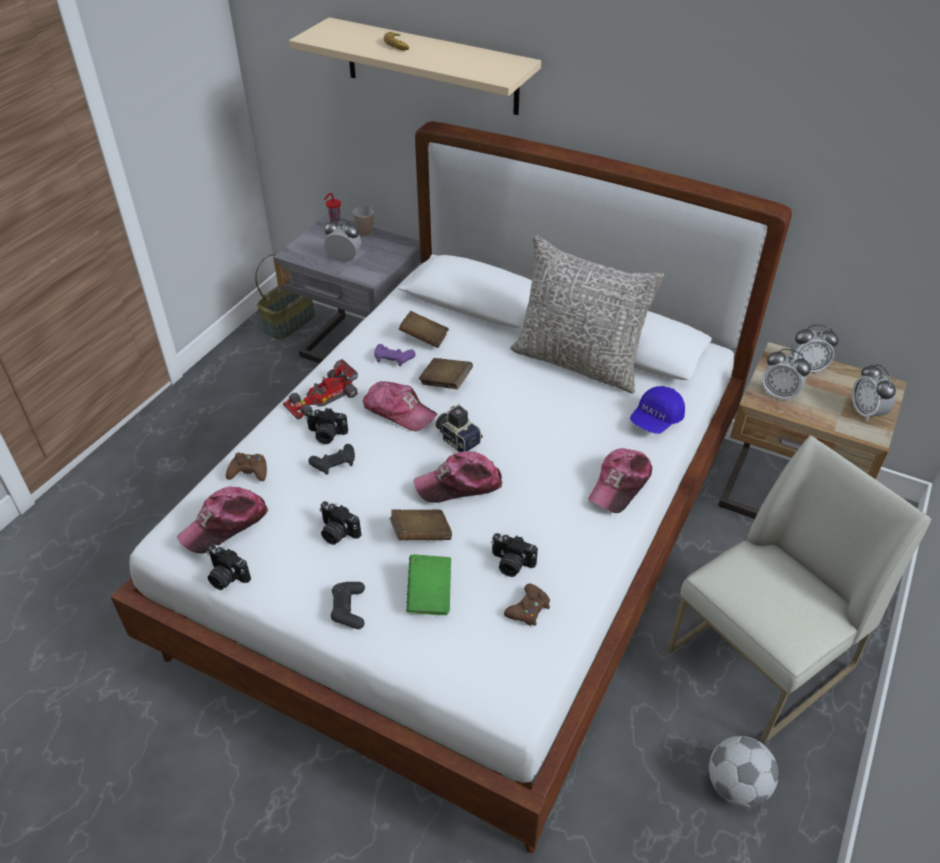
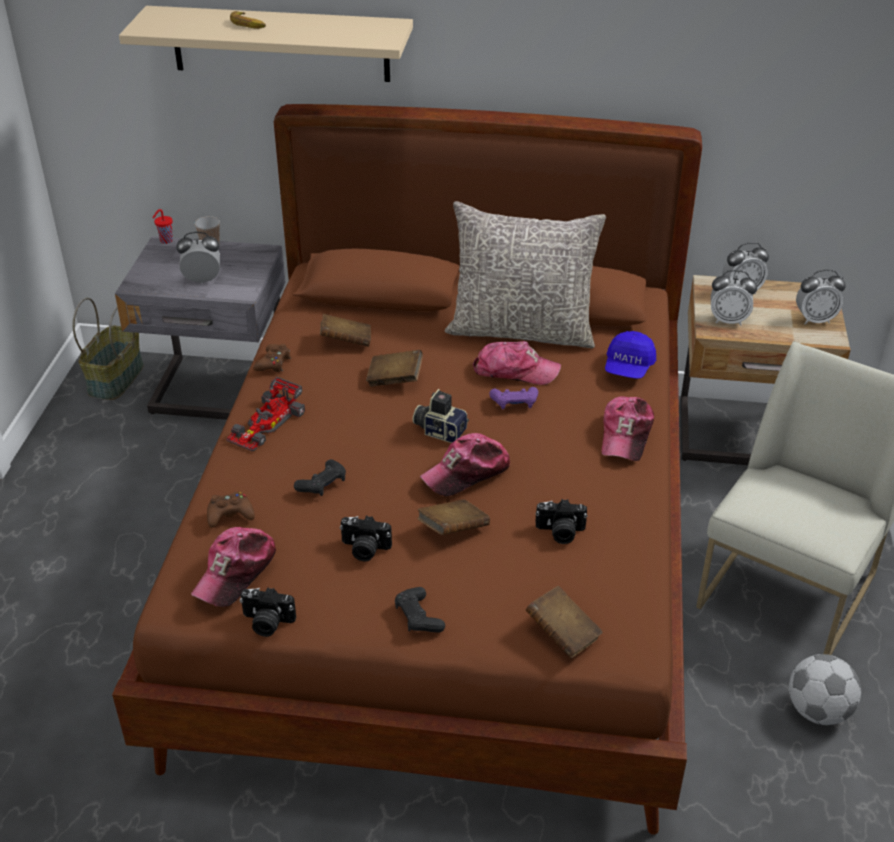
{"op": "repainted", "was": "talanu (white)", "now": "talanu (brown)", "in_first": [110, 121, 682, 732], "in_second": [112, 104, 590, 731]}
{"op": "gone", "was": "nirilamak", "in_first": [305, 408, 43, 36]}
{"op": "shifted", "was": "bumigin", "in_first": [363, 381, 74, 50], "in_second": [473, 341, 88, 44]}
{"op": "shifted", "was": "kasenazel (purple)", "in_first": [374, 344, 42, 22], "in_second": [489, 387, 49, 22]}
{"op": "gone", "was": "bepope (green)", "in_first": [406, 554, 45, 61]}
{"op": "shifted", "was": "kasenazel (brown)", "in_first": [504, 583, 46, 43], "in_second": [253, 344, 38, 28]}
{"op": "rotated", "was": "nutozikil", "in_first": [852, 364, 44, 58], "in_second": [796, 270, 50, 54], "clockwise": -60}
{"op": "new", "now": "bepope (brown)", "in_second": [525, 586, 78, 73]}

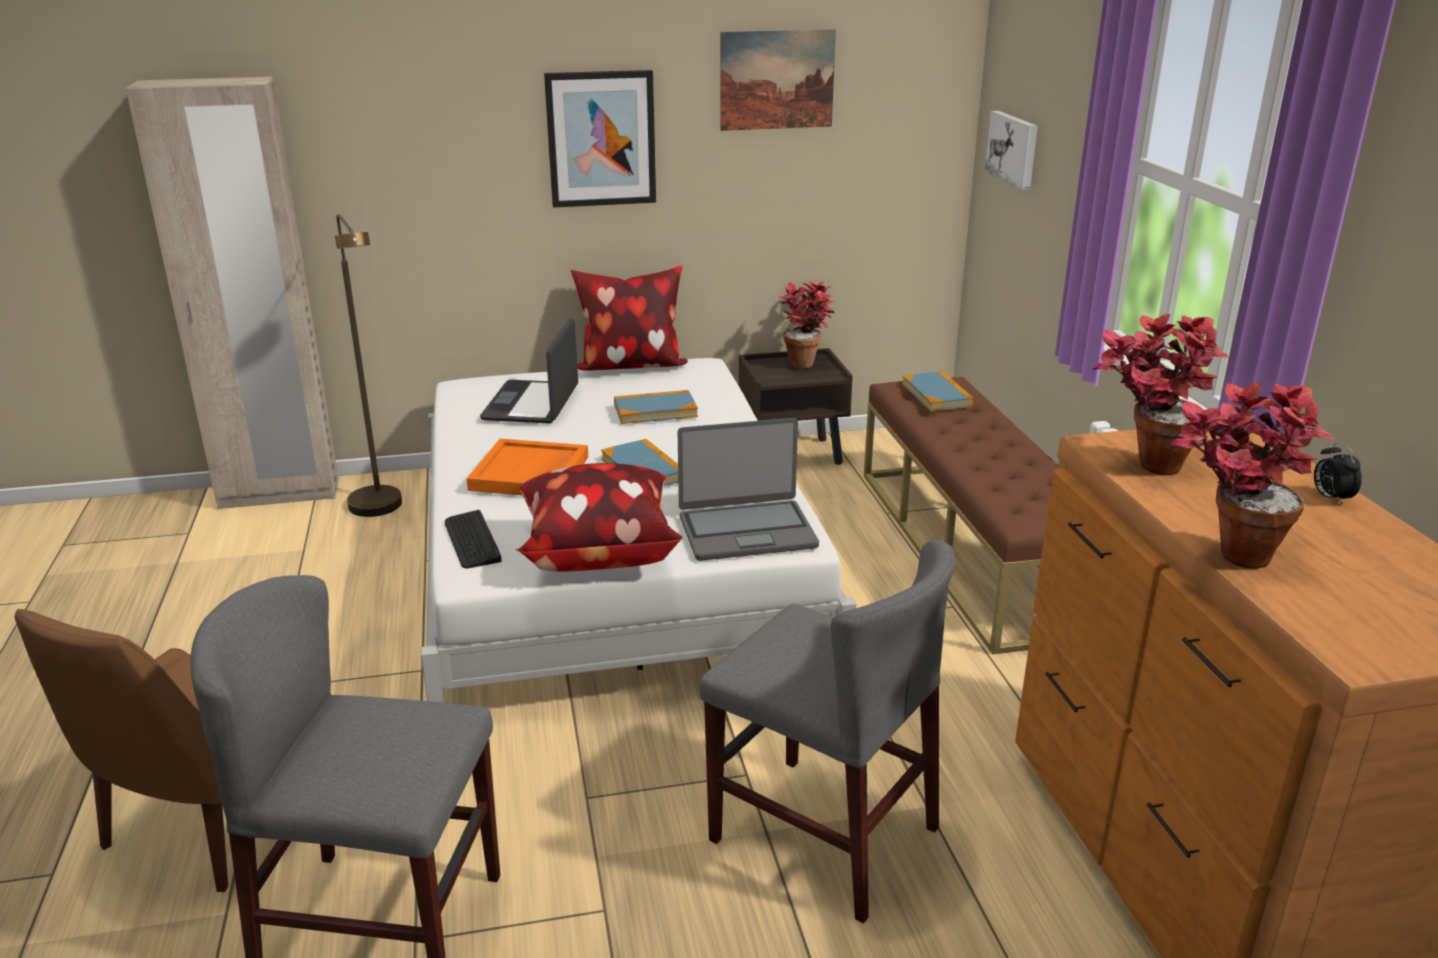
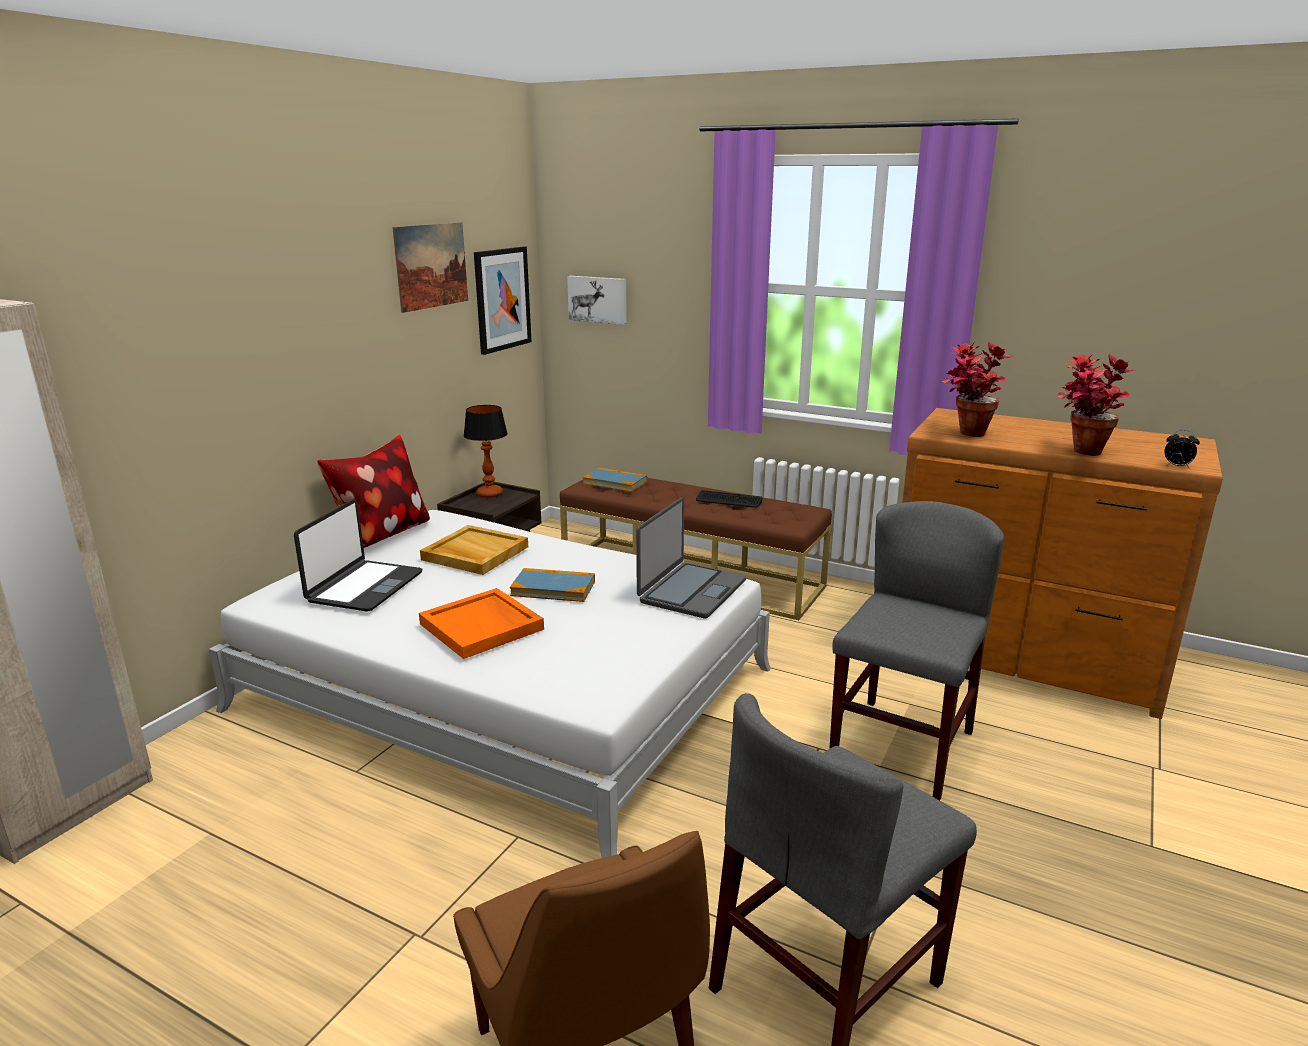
{"op": "gone", "was": "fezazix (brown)", "in_first": [335, 214, 67, 303]}
{"op": "shifted", "was": "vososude", "in_first": [445, 510, 57, 59], "in_second": [696, 490, 66, 18]}
{"op": "rotated", "was": "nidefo", "in_first": [480, 318, 98, 106], "in_second": [294, 499, 128, 112], "clockwise": -120}
{"op": "gone", "was": "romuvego", "in_first": [516, 463, 167, 109]}
{"op": "shifted", "was": "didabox", "in_first": [544, 70, 112, 138], "in_second": [474, 246, 58, 109]}
{"op": "swapped", "was": "bepope", "now": "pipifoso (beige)", "in_first": [614, 390, 84, 34], "in_second": [420, 525, 108, 50]}
{"op": "rotated", "was": "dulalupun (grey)", "in_first": [700, 540, 255, 384], "in_second": [829, 501, 175, 299], "clockwise": -45}
{"op": "swapped", "was": "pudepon", "now": "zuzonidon", "in_first": [778, 281, 56, 88], "in_second": [464, 405, 44, 93]}
{"op": "shifted", "was": "nutozikil", "in_first": [1314, 441, 48, 65], "in_second": [1165, 430, 35, 38]}

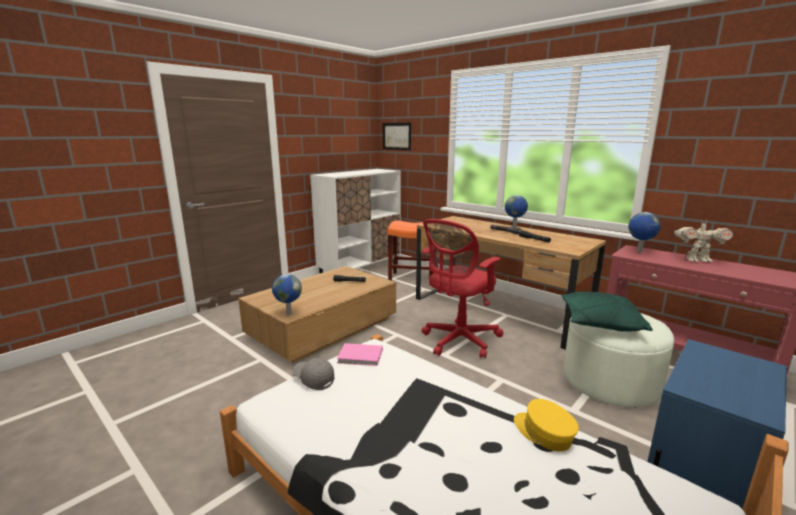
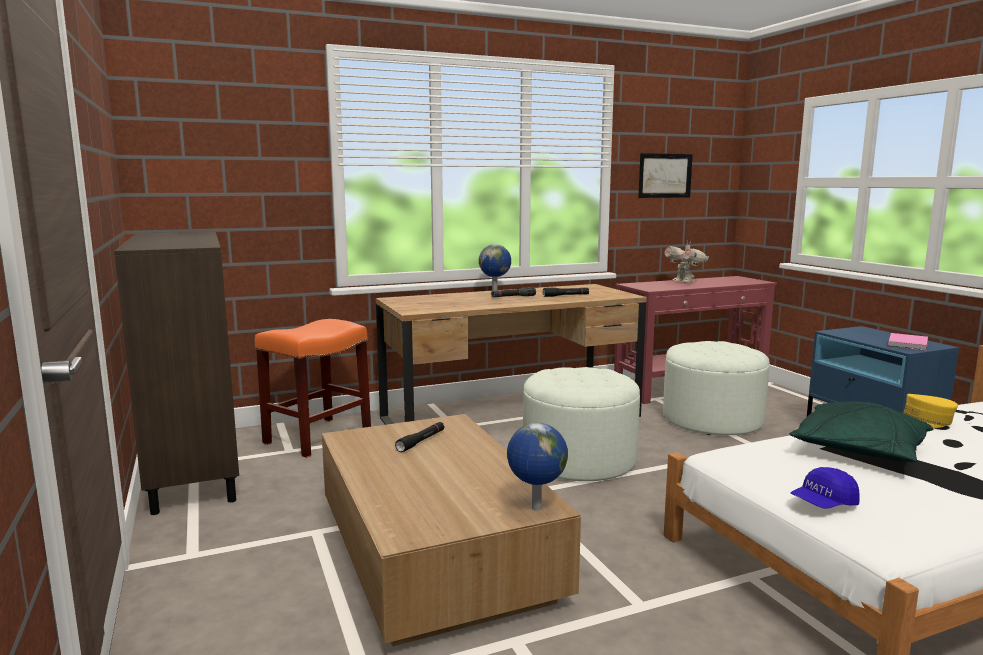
{"op": "repainted", "was": "bumigin (grey)", "now": "bumigin (blue)", "in_first": [292, 358, 42, 32], "in_second": [790, 467, 70, 42]}
{"op": "repainted", "was": "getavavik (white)", "now": "getavavik (brown)", "in_first": [310, 169, 91, 105], "in_second": [114, 232, 125, 283]}
{"op": "shifted", "was": "bepope (pink)", "in_first": [337, 343, 46, 23], "in_second": [888, 333, 40, 18]}
{"op": "shifted", "was": "didabox", "in_first": [383, 123, 28, 28], "in_second": [638, 153, 55, 45]}
{"op": "swapped", "was": "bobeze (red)", "now": "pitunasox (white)", "in_first": [421, 219, 83, 139], "in_second": [523, 367, 117, 114]}
{"op": "shifted", "was": "romuvego (green)", "in_first": [561, 292, 92, 40], "in_second": [789, 401, 145, 61]}
{"op": "gone", "was": "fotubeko", "in_first": [628, 212, 33, 41]}
{"op": "rotated", "was": "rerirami", "in_first": [674, 219, 59, 43], "in_second": [665, 241, 44, 42], "clockwise": 120}

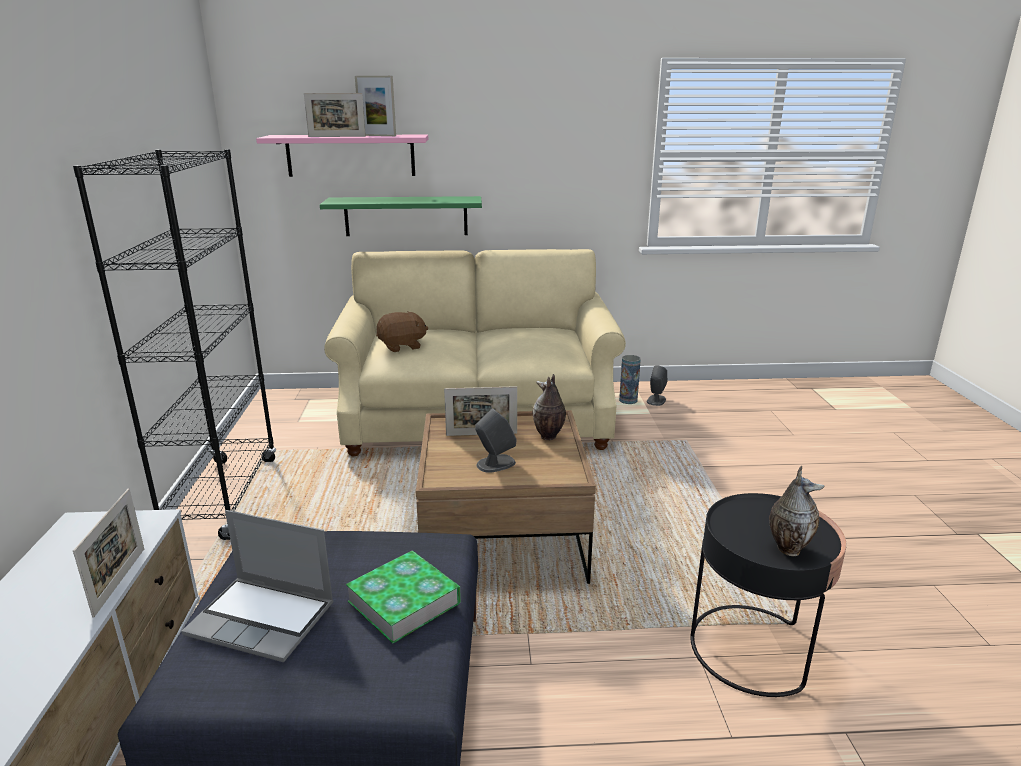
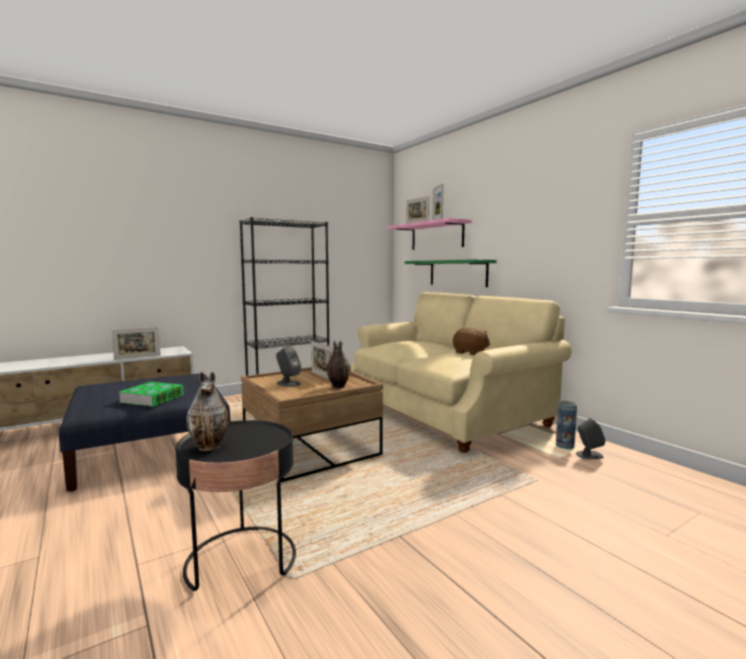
{"op": "gone", "was": "nidefo", "in_first": [182, 510, 152, 152]}
{"op": "shifted", "was": "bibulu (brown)", "in_first": [376, 311, 52, 41], "in_second": [453, 328, 37, 27]}

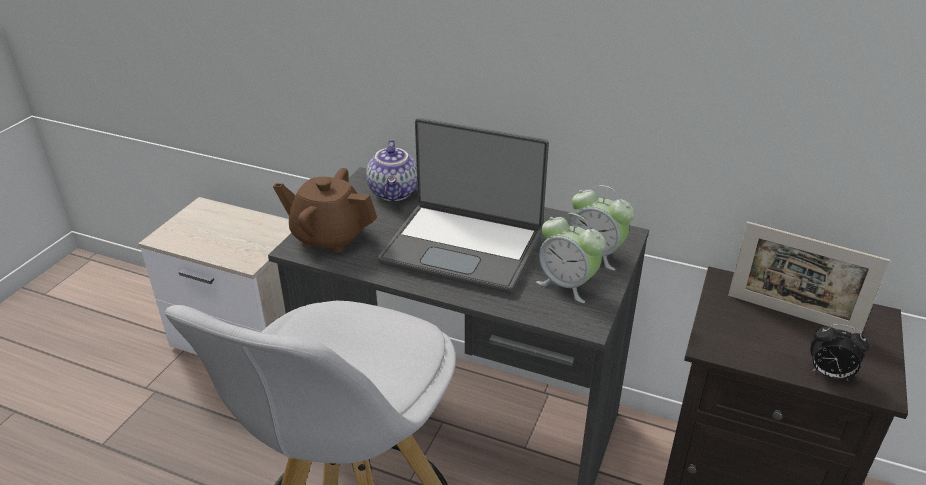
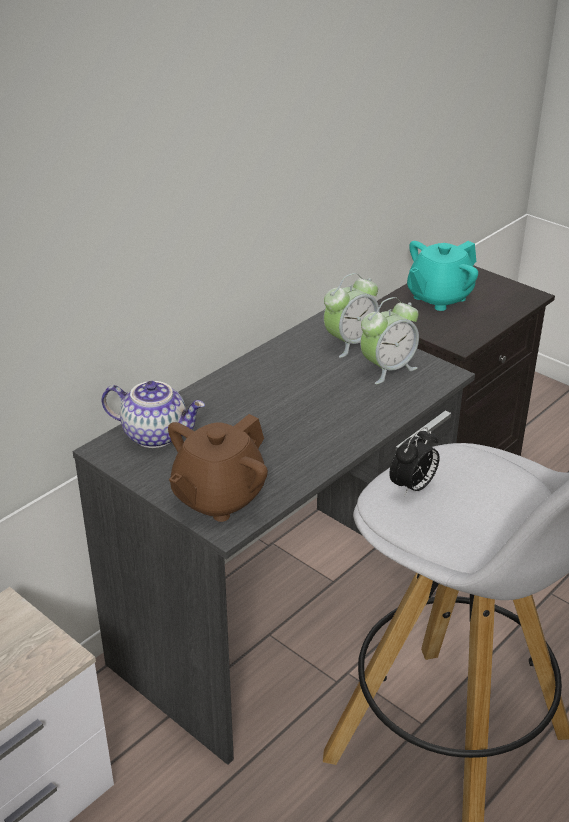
{"op": "gone", "was": "nidefo", "in_first": [378, 118, 171, 176]}
{"op": "swapped", "was": "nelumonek", "now": "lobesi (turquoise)", "in_first": [729, 222, 161, 112], "in_second": [407, 241, 71, 70]}
{"op": "shifted", "was": "nutozikil", "in_first": [810, 324, 59, 57], "in_second": [389, 427, 51, 70]}

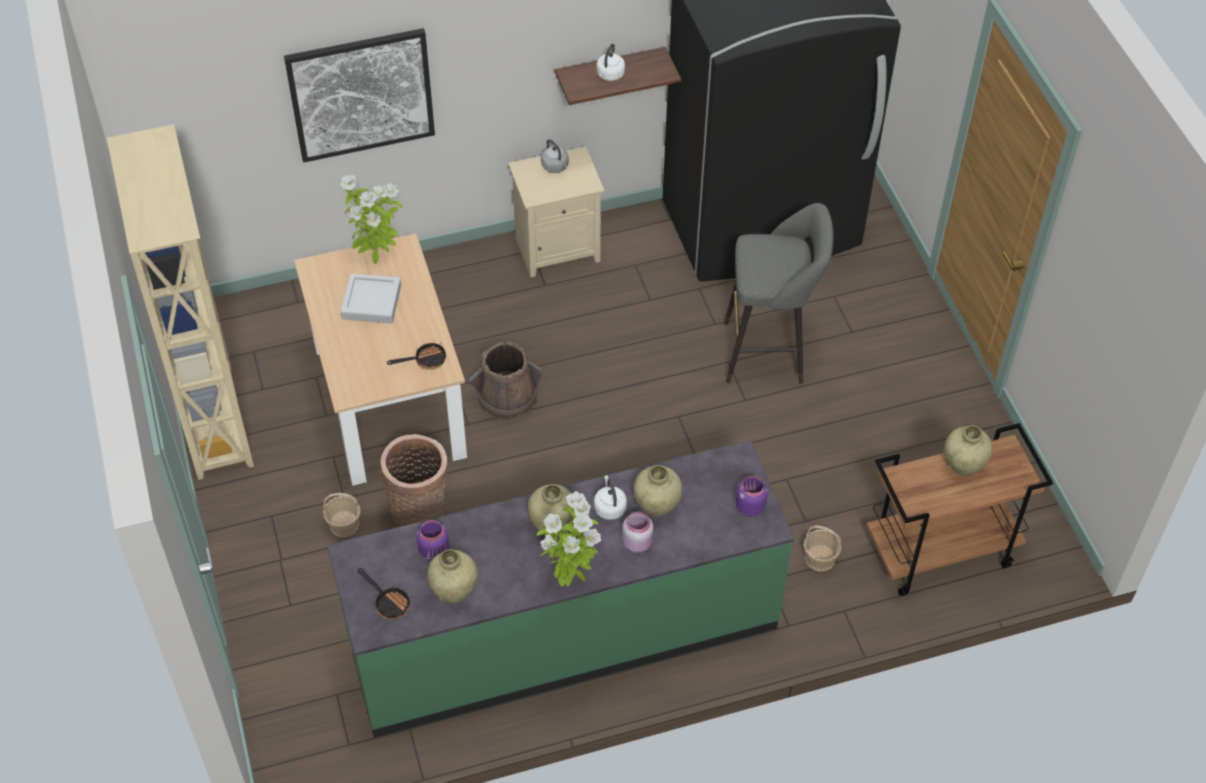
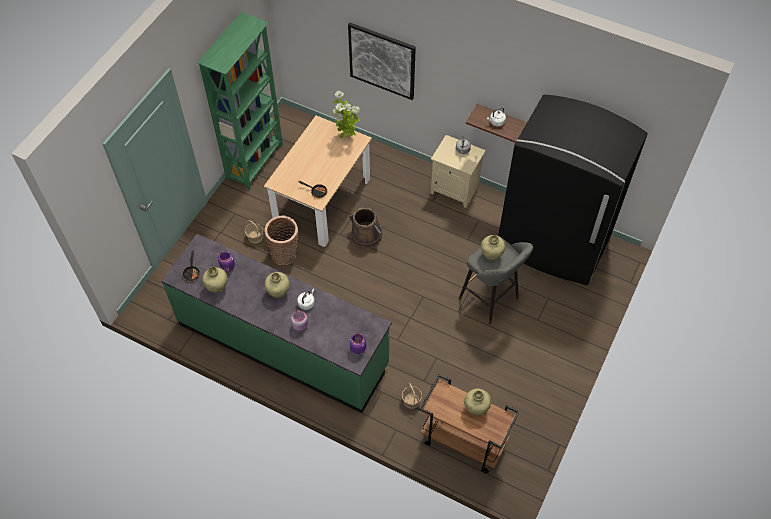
{"op": "repainted", "was": "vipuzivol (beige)", "now": "vipuzivol (green)", "in_first": [107, 124, 147, 356], "in_second": [197, 12, 86, 178]}
{"op": "gone", "was": "pipifoso (grey)", "in_first": [341, 273, 60, 51]}
{"op": "gone", "was": "pudepon", "in_first": [536, 491, 65, 95]}
{"op": "shifted", "was": "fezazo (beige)", "in_first": [633, 465, 49, 52], "in_second": [481, 235, 24, 25]}

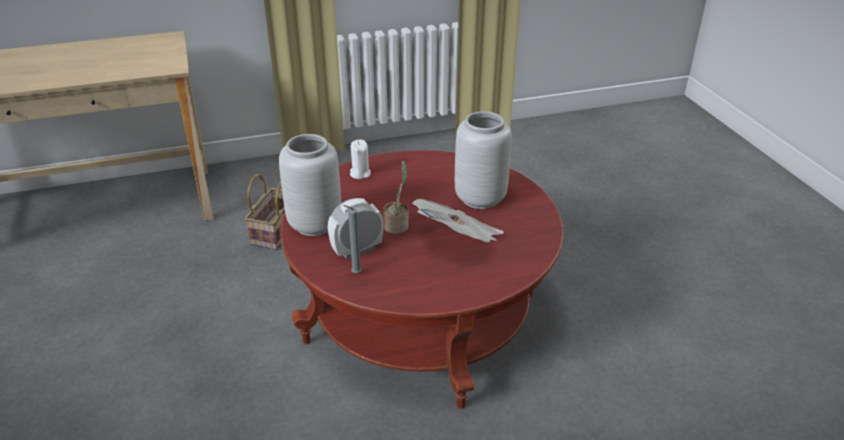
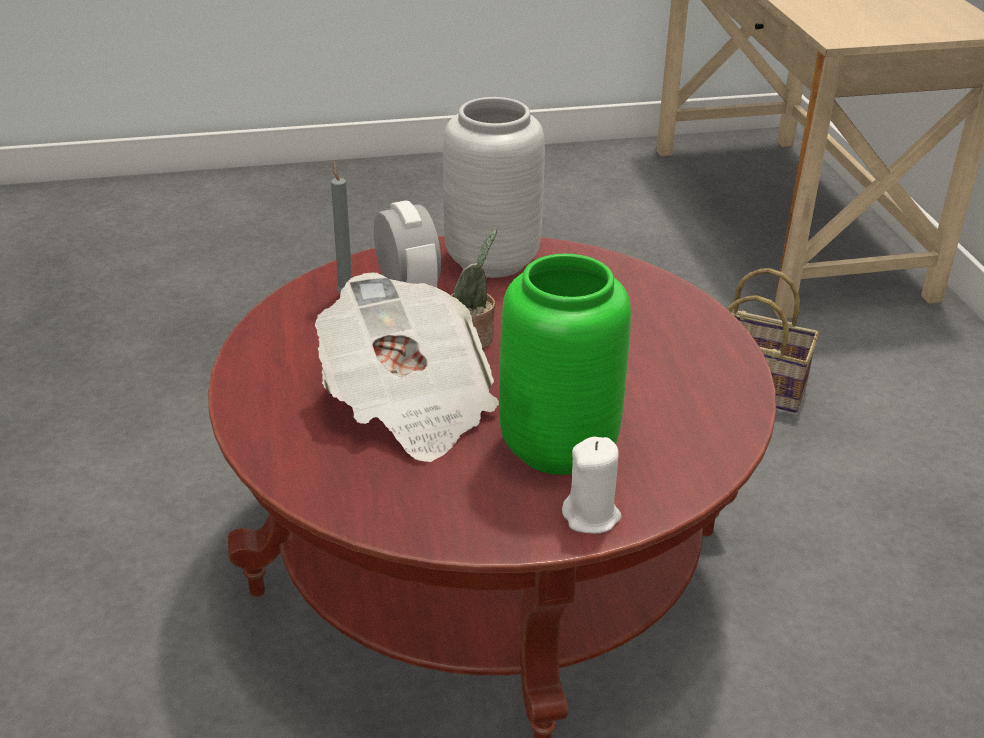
{"op": "shifted", "was": "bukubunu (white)", "in_first": [350, 139, 21, 40], "in_second": [562, 437, 59, 97]}
{"op": "repainted", "was": "fezazo (grey)", "now": "fezazo (green)", "in_first": [455, 111, 57, 98], "in_second": [499, 254, 132, 221]}

